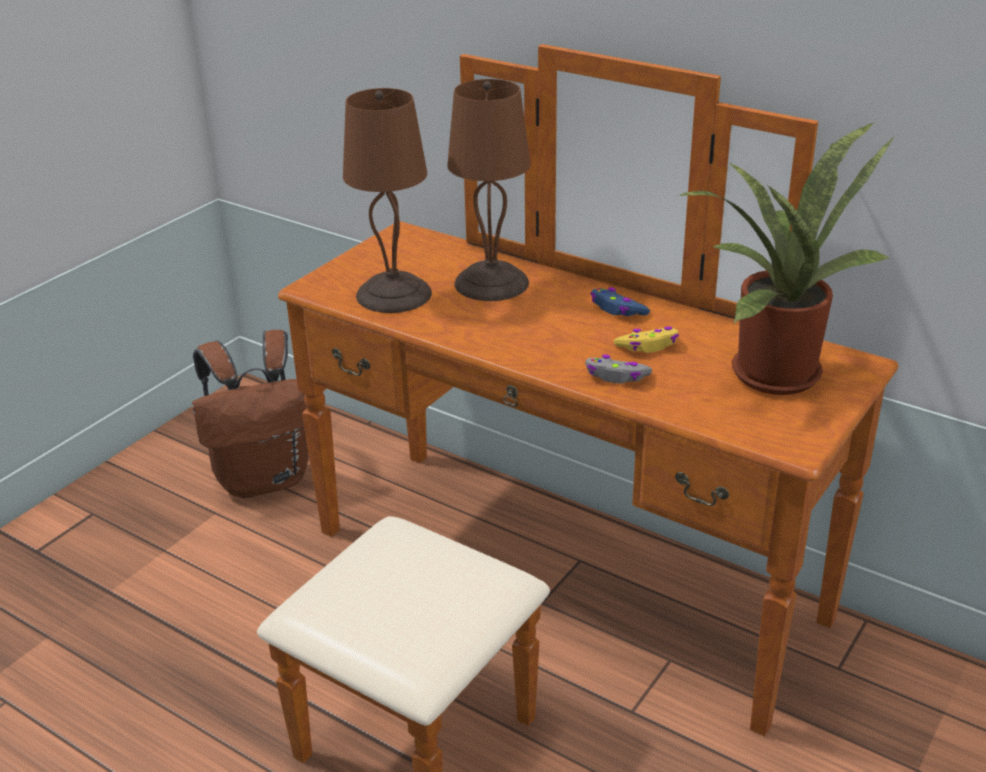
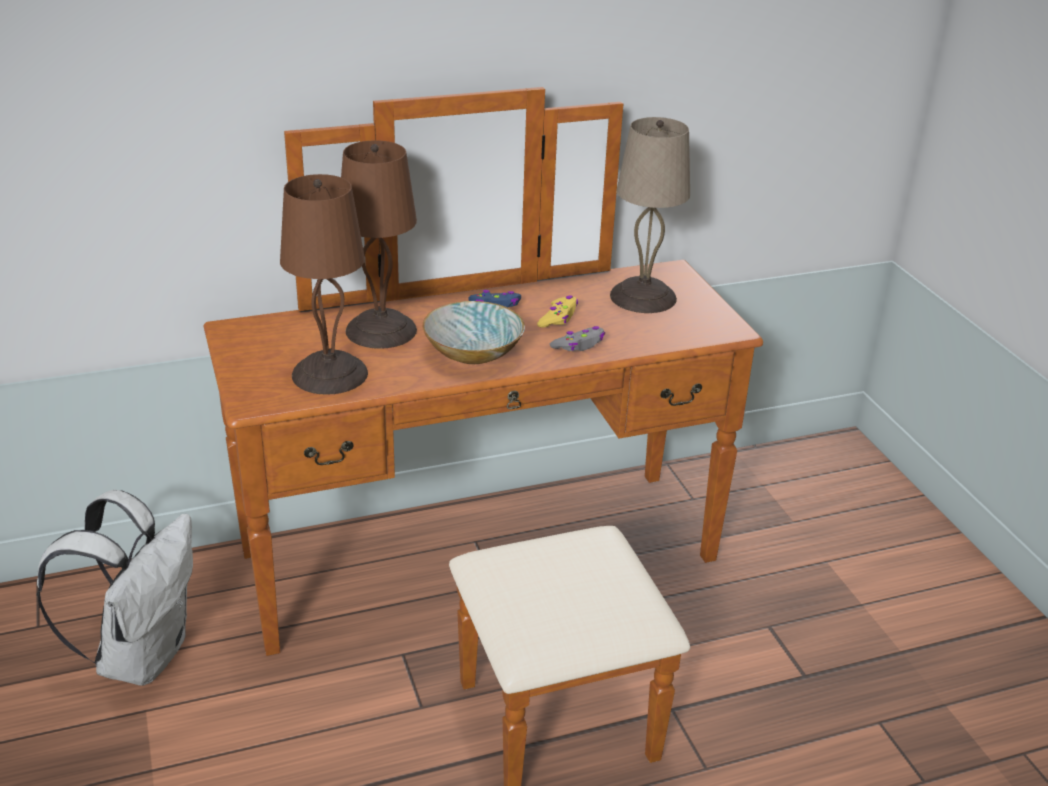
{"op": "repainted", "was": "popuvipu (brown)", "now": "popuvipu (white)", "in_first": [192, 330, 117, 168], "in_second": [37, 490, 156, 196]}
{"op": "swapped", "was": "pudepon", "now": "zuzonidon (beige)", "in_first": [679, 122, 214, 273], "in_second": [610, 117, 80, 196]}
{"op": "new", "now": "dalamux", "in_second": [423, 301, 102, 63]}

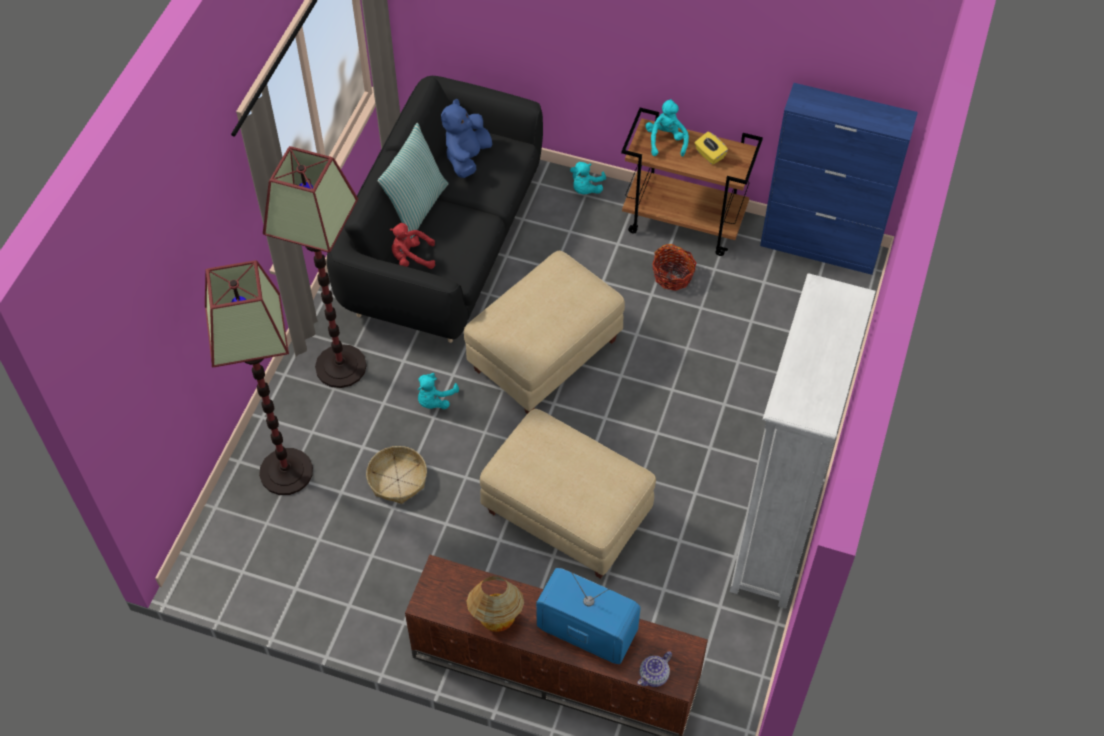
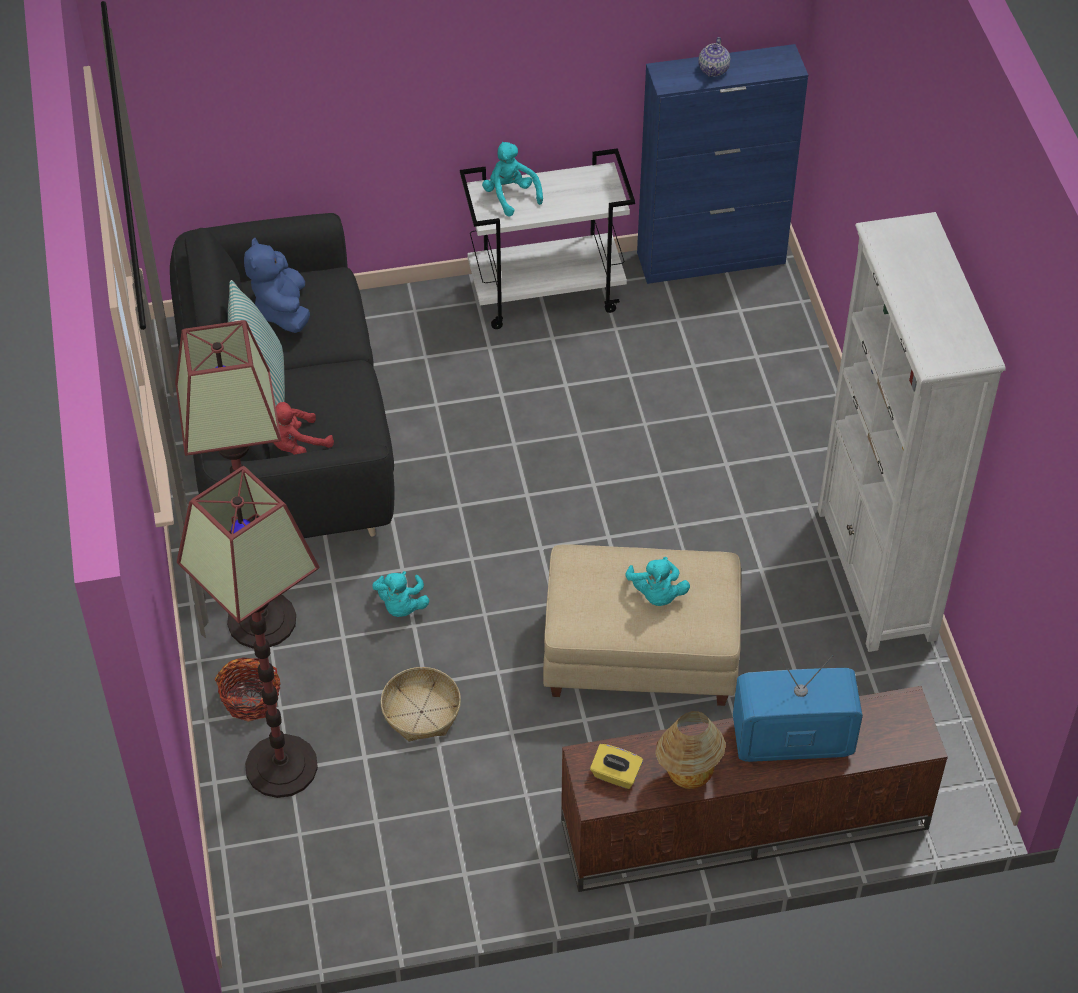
{"op": "gone", "was": "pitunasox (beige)", "in_first": [464, 251, 161, 163]}
{"op": "shifted", "was": "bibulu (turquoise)", "in_first": [570, 162, 36, 33], "in_second": [625, 557, 65, 49]}
{"op": "repainted", "was": "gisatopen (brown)", "now": "gisatopen (white)", "in_first": [621, 108, 142, 148], "in_second": [460, 148, 175, 181]}
{"op": "shifted", "was": "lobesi", "in_first": [638, 651, 34, 36], "in_second": [698, 37, 32, 40]}
{"op": "shifted", "was": "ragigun", "in_first": [652, 244, 44, 47], "in_second": [215, 657, 66, 65]}
{"op": "shifted", "was": "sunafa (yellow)", "in_first": [695, 131, 33, 34], "in_second": [590, 744, 53, 45]}

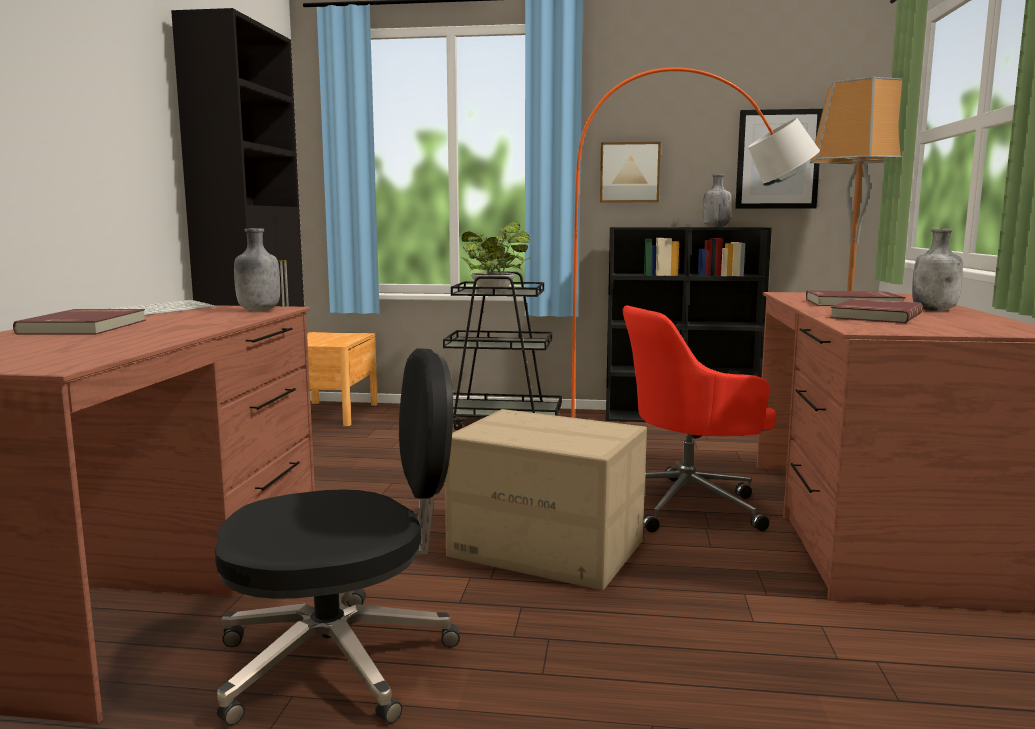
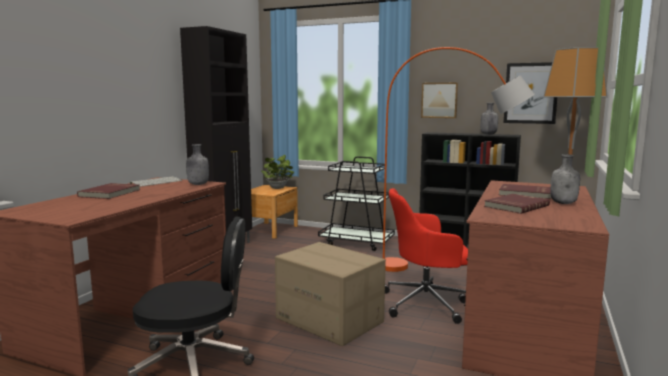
{"op": "shifted", "was": "pudepon", "in_first": [461, 222, 70, 71], "in_second": [261, 155, 33, 34]}

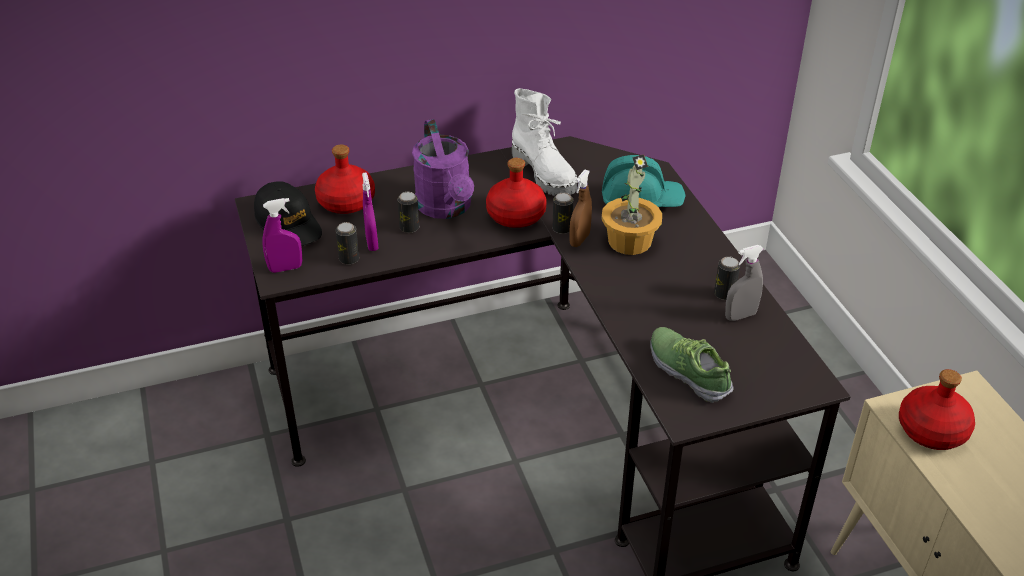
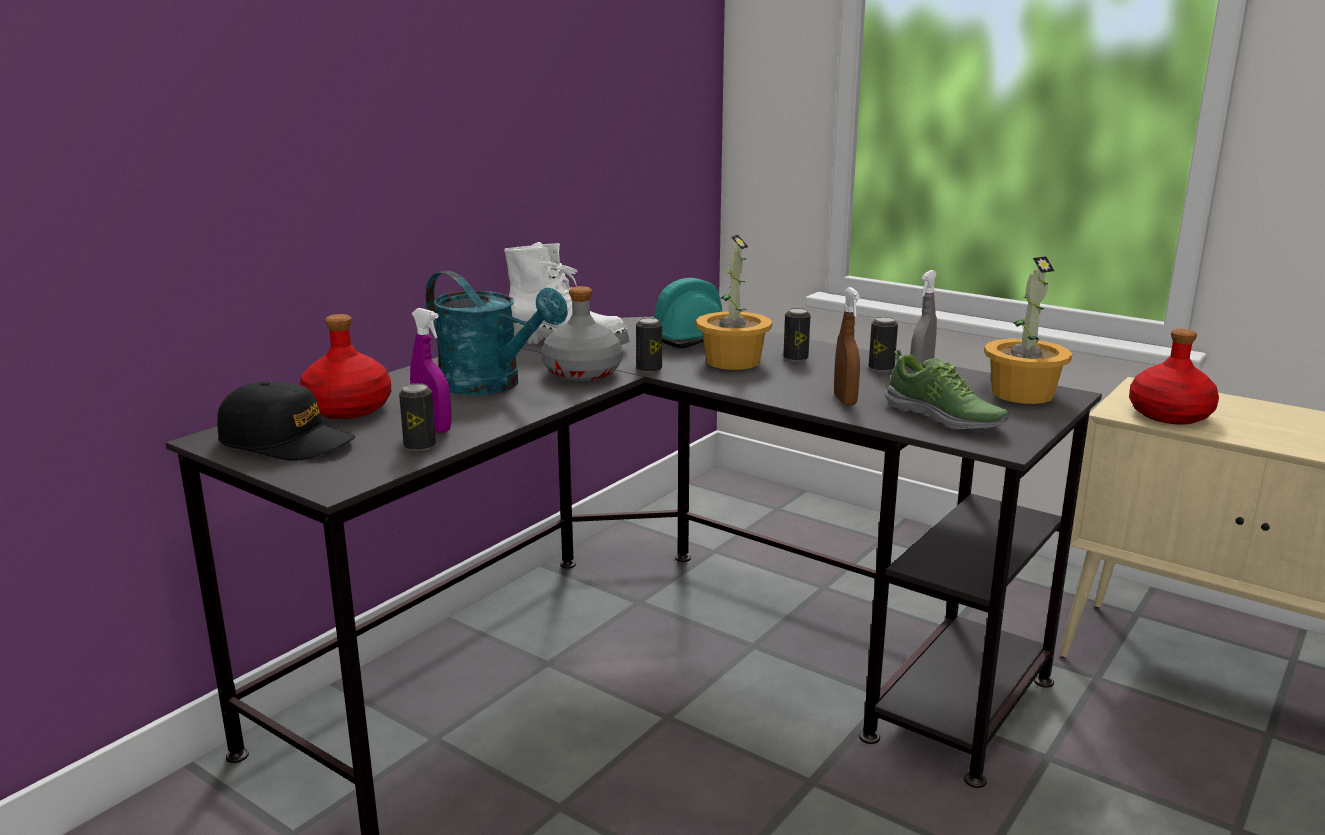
{"op": "gone", "was": "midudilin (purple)", "in_first": [262, 198, 40, 75]}
{"op": "shifted", "was": "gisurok", "in_first": [397, 192, 22, 41], "in_second": [783, 308, 28, 54]}
{"op": "repainted", "was": "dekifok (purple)", "now": "dekifok (turquoise)", "in_first": [412, 119, 62, 100], "in_second": [426, 270, 142, 125]}
{"op": "repainted", "was": "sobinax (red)", "now": "sobinax (grey)", "in_first": [486, 158, 61, 70], "in_second": [542, 286, 81, 95]}
{"op": "shifted", "was": "midudilin (brown)", "in_first": [569, 170, 23, 77], "in_second": [834, 287, 26, 119]}
{"op": "rotated", "was": "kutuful", "in_first": [650, 327, 84, 76], "in_second": [885, 350, 124, 79], "clockwise": -150}
{"op": "new", "now": "pudepon", "in_second": [984, 256, 88, 148]}

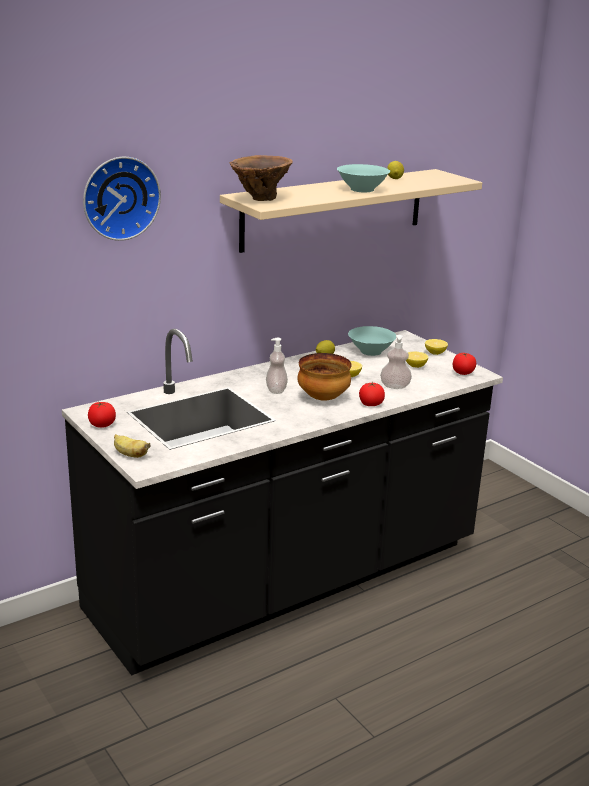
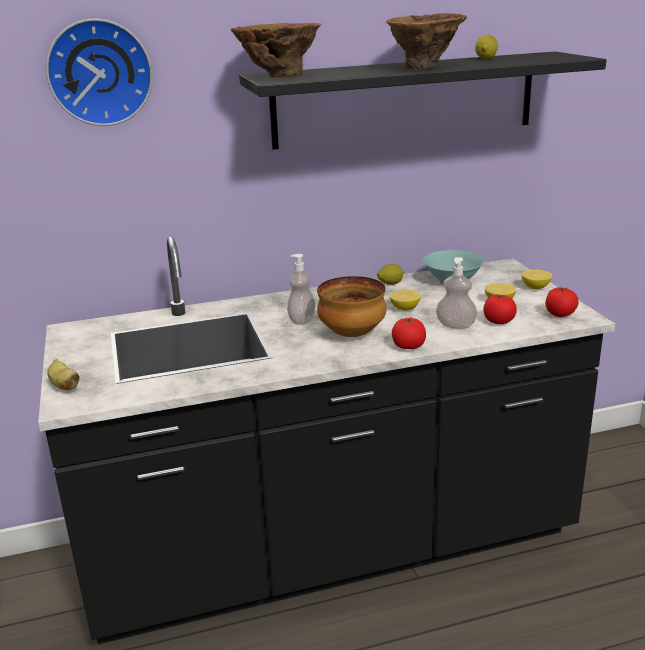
{"op": "shifted", "was": "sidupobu", "in_first": [88, 401, 28, 27], "in_second": [483, 294, 34, 30]}
{"op": "repainted", "was": "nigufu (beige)", "now": "nigufu (black)", "in_first": [220, 169, 262, 84], "in_second": [239, 51, 367, 99]}
{"op": "swapped", "was": "dalamux (turquoise)", "now": "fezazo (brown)", "in_first": [337, 164, 53, 28], "in_second": [386, 13, 81, 56]}

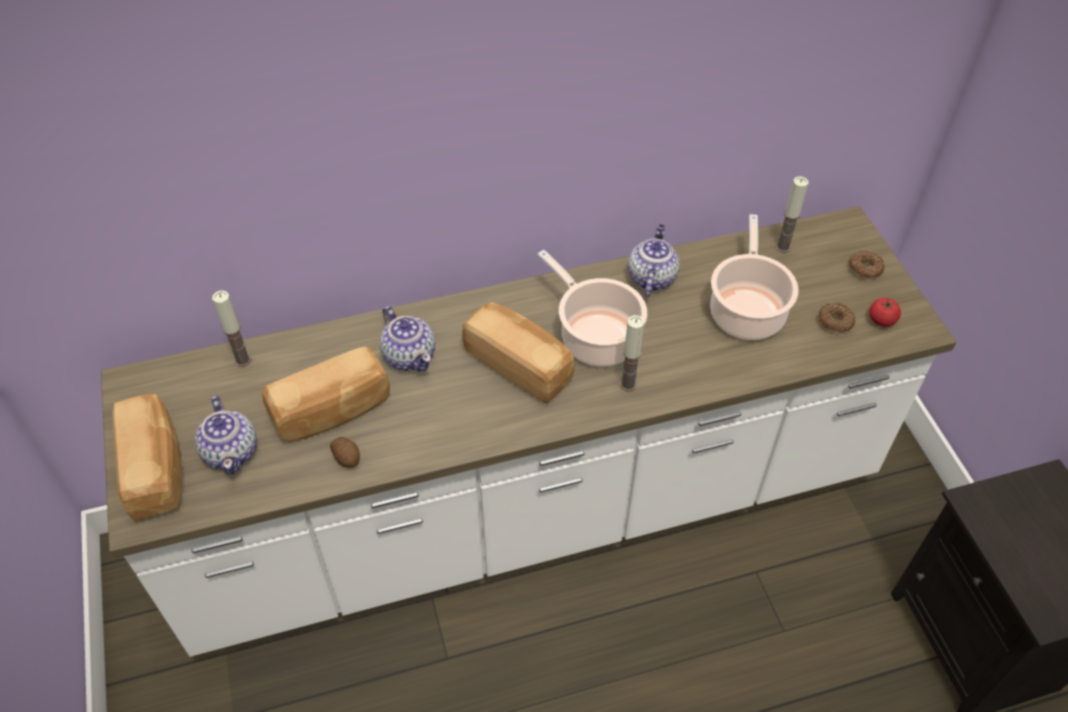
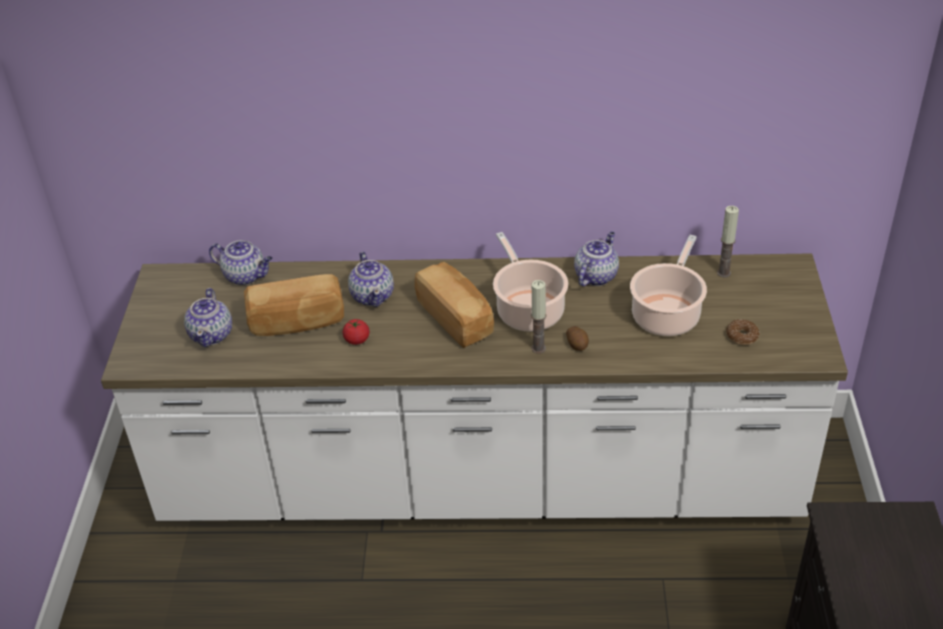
{"op": "gone", "was": "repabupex", "in_first": [113, 393, 69, 127]}
{"op": "swapped", "was": "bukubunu", "now": "lobesi", "in_first": [212, 290, 40, 77], "in_second": [209, 240, 64, 45]}
{"op": "shifted", "was": "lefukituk", "in_first": [330, 437, 30, 31], "in_second": [566, 326, 23, 25]}
{"op": "gone", "was": "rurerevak", "in_first": [849, 250, 36, 29]}
{"op": "shifted", "was": "sidupobu", "in_first": [869, 298, 32, 29], "in_second": [343, 319, 27, 26]}

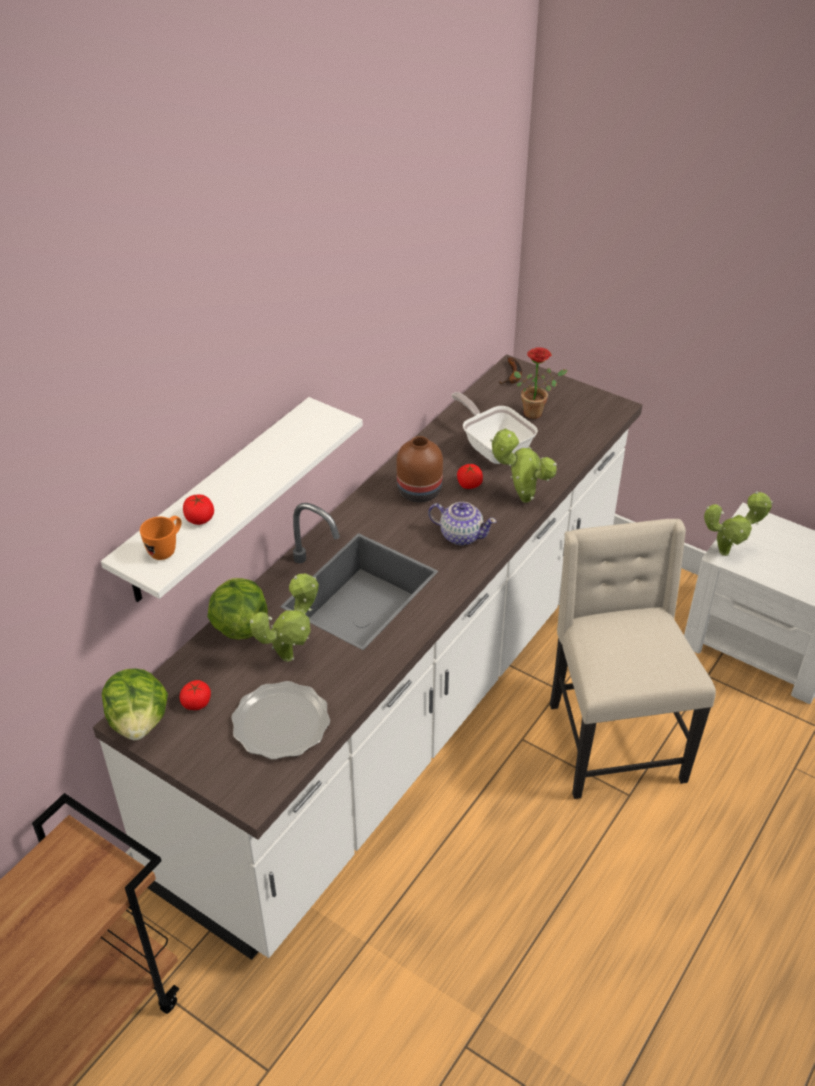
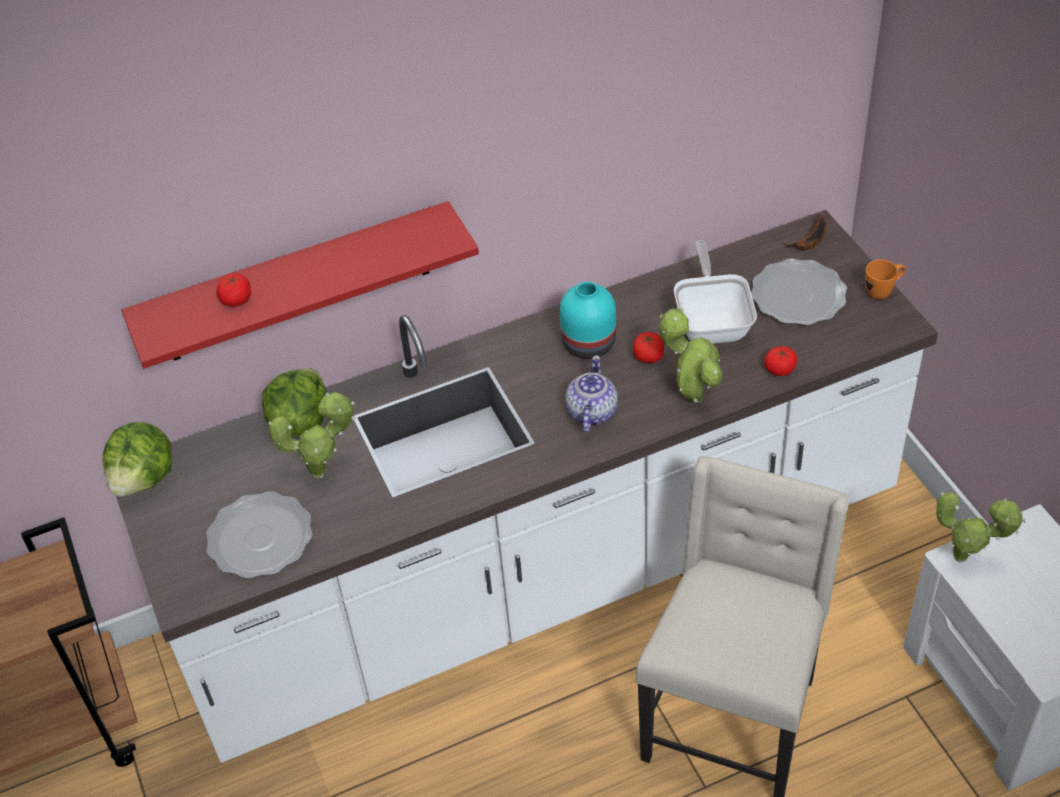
{"op": "repainted", "was": "nigufu (white)", "now": "nigufu (red)", "in_first": [101, 397, 262, 205], "in_second": [121, 201, 358, 168]}
{"op": "shifted", "was": "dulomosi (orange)", "in_first": [140, 516, 42, 44], "in_second": [865, 259, 40, 40]}
{"op": "shifted", "was": "sidupobu", "in_first": [180, 680, 31, 30], "in_second": [764, 346, 33, 30]}
{"op": "repainted", "was": "fezazo (brown)", "now": "fezazo (turquoise)", "in_first": [397, 436, 46, 67], "in_second": [560, 281, 56, 78]}
{"op": "rotated", "was": "lobesi", "in_first": [428, 502, 69, 43], "in_second": [565, 356, 53, 77], "clockwise": -135}
{"op": "swapped", "was": "pudepon", "now": "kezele", "in_first": [514, 347, 54, 72], "in_second": [751, 259, 96, 67]}

